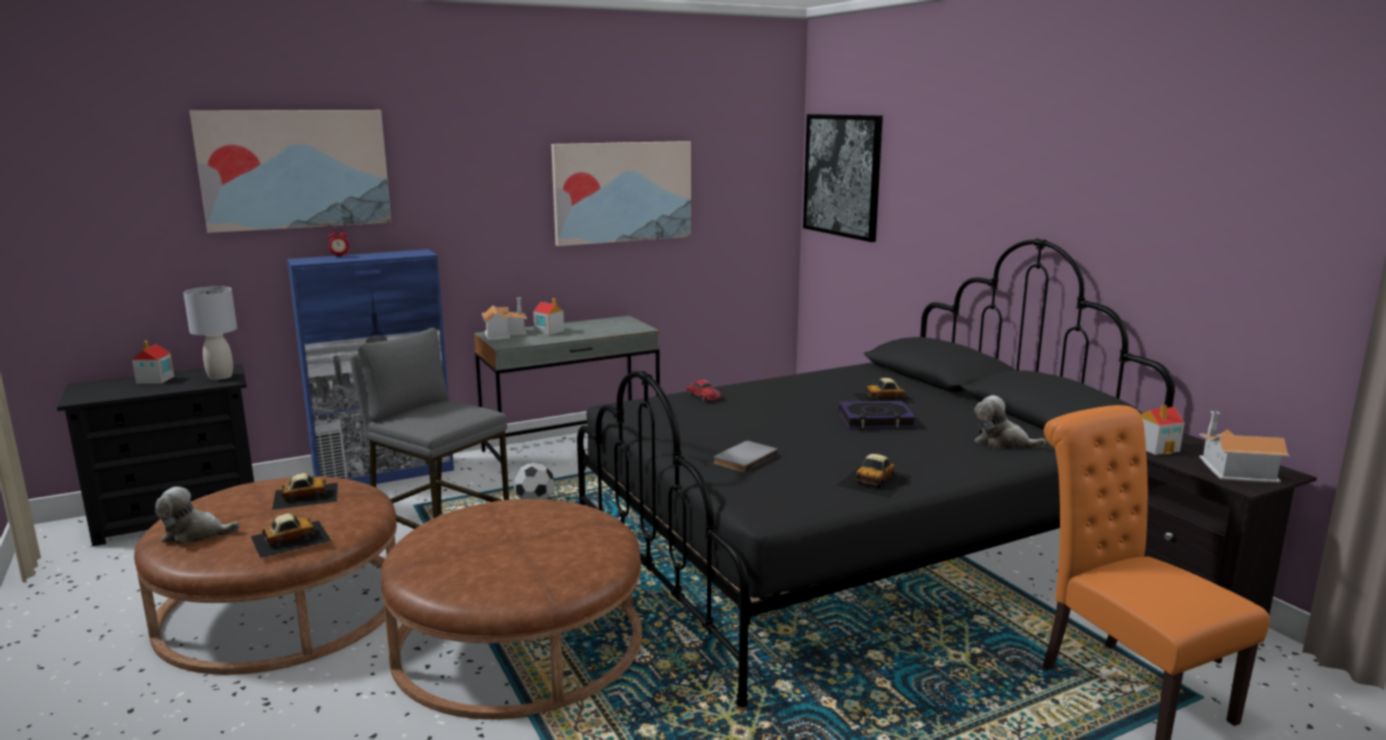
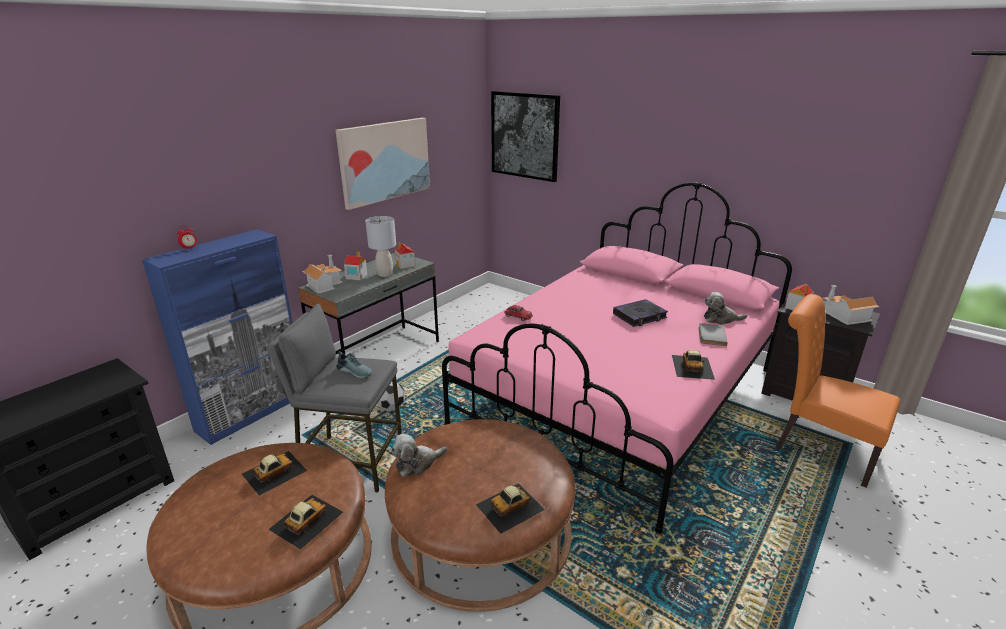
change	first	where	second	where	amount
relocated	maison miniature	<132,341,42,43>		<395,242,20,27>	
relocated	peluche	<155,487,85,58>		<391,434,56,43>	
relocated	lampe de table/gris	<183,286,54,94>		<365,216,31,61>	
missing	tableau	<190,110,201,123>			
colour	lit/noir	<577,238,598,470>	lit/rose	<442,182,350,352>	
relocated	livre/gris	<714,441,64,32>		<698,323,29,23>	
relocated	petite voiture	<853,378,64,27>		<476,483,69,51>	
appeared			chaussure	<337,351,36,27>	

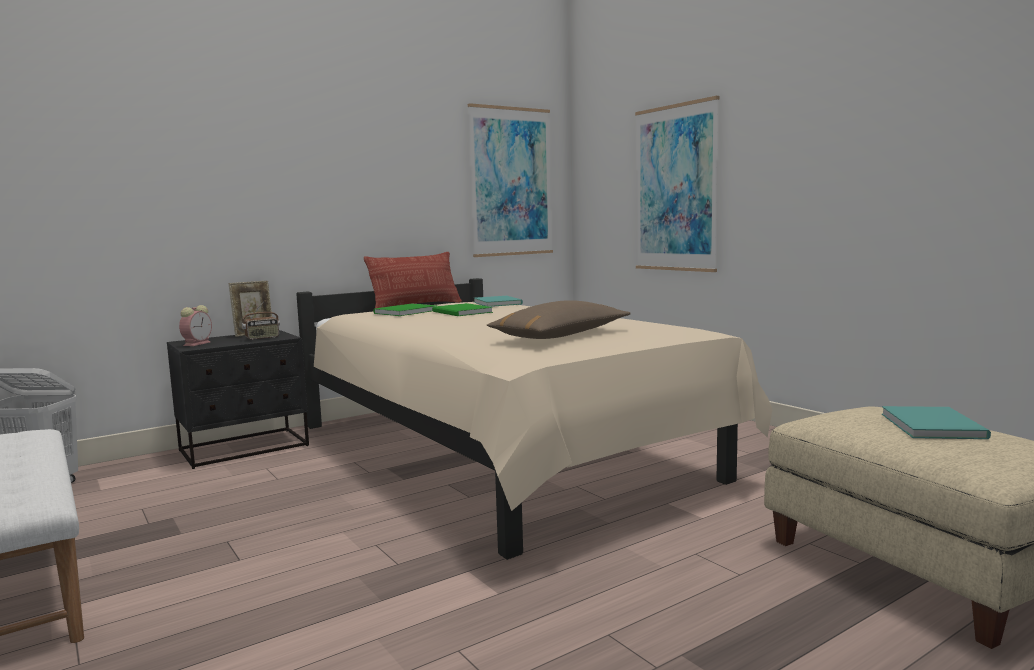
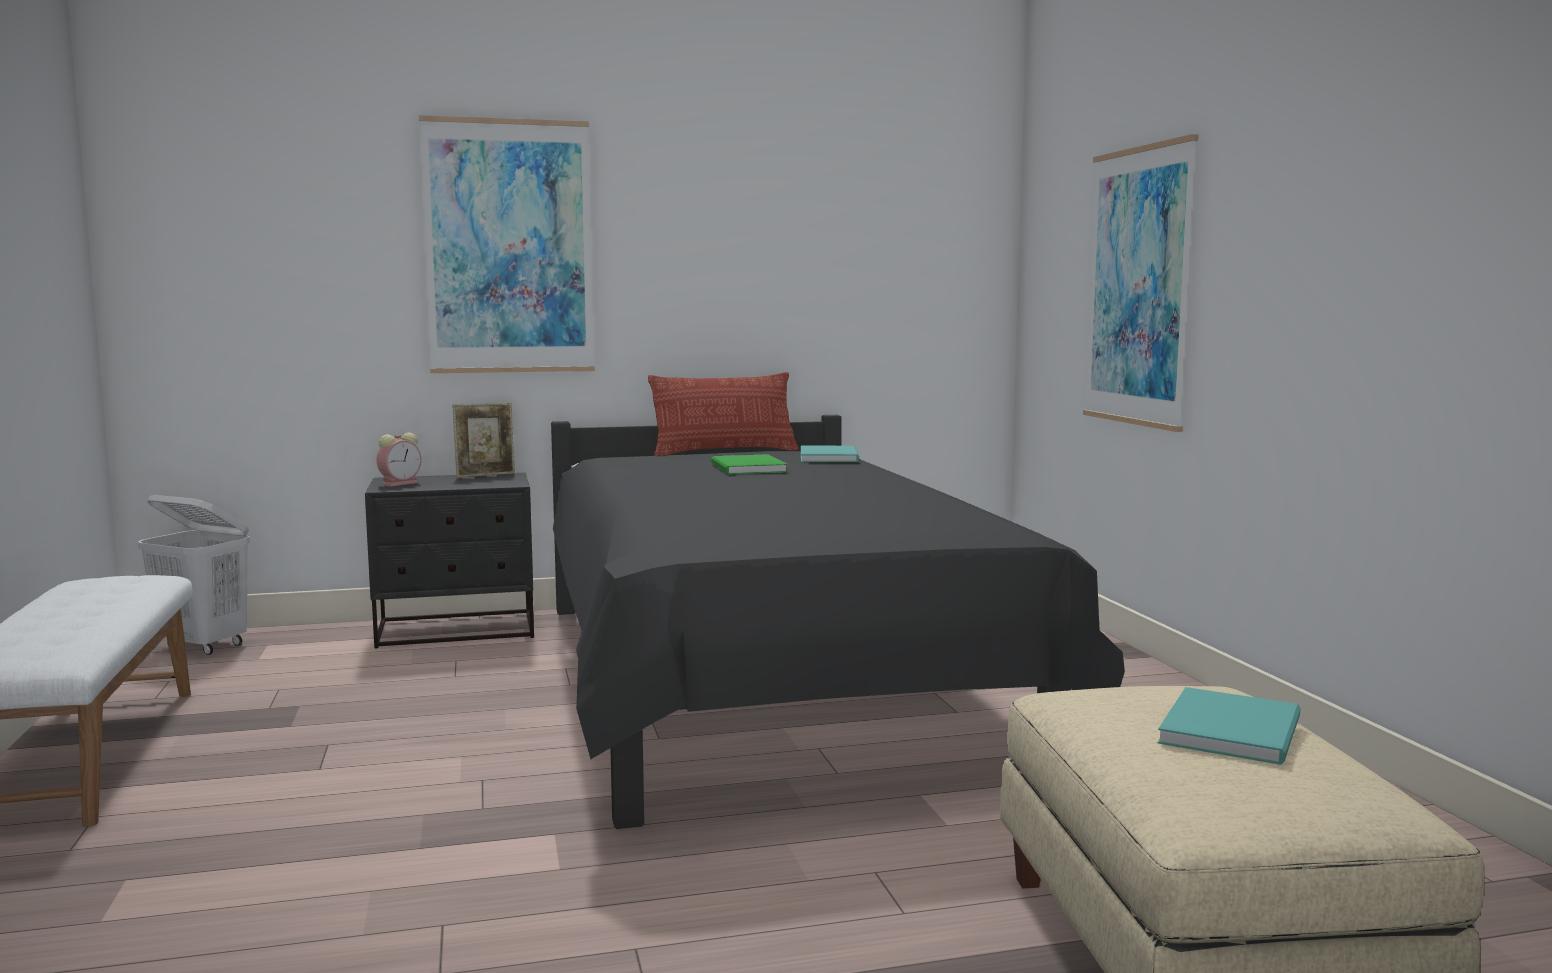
change	first	where	second	where	amount
missing	radio	<242,301,38,39>			
colour	lit/beige	<296,278,477,282>	lit/noir	<551,415,574,414>	
missing	livre/vert	<373,304,64,12>			
relocated	tableau	<468,103,85,154>		<419,115,176,258>	
missing	coussin/marron	<487,300,143,39>			

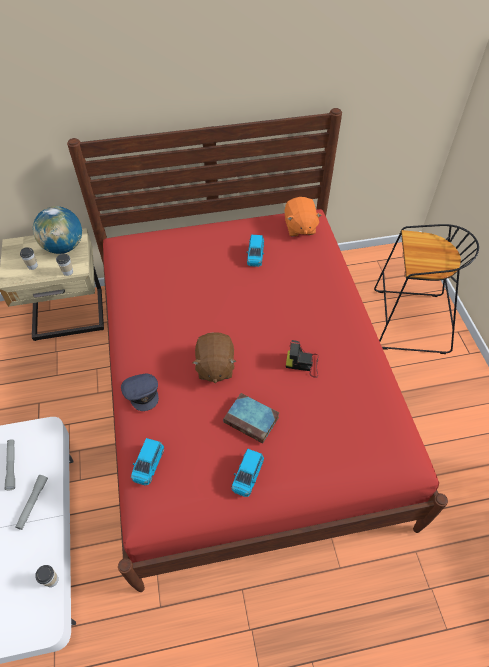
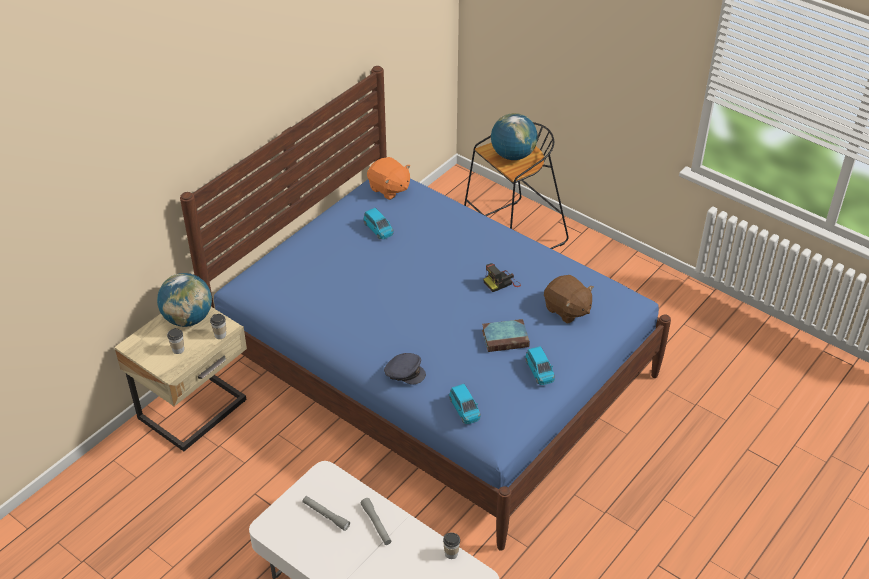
change	first	where	second	where	amount
colour	lit/rouge	<67,108,381,484>	lit/bleu	<180,66,491,485>	
relocated	peluche/marron	<192,332,44,51>		<544,275,50,49>	
appeared			globe	<491,113,47,47>	

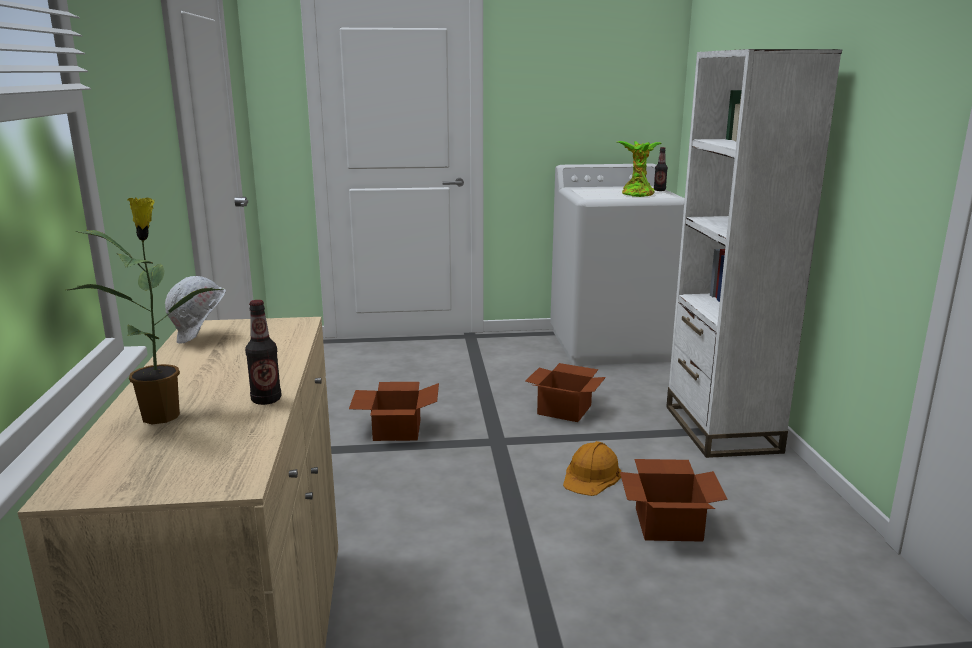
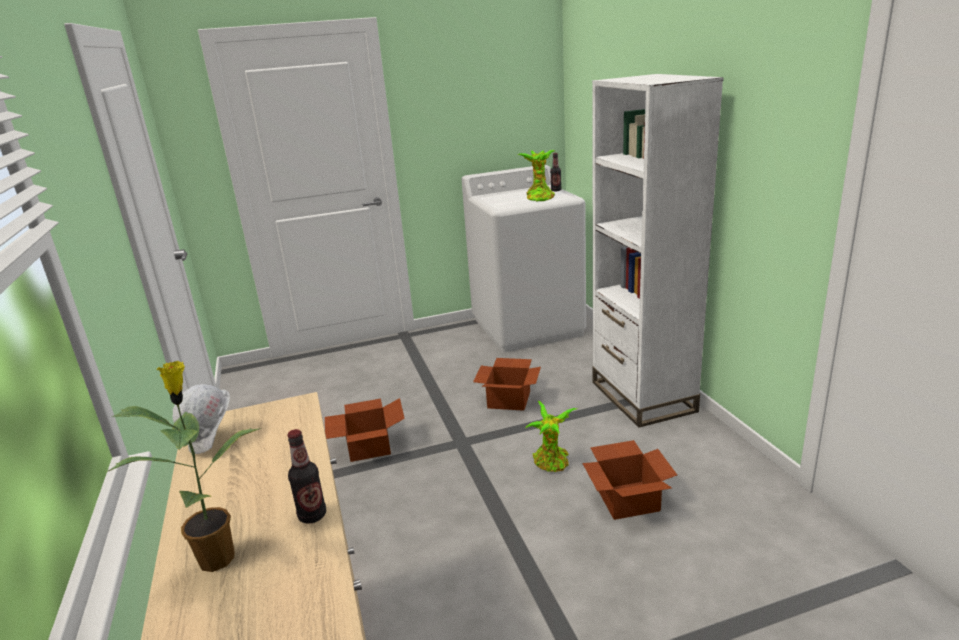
change	first	where	second	where	amount
exchanged	casque de chantier/orange	<563,441,58,55>	plante en pot	<525,401,52,71>	

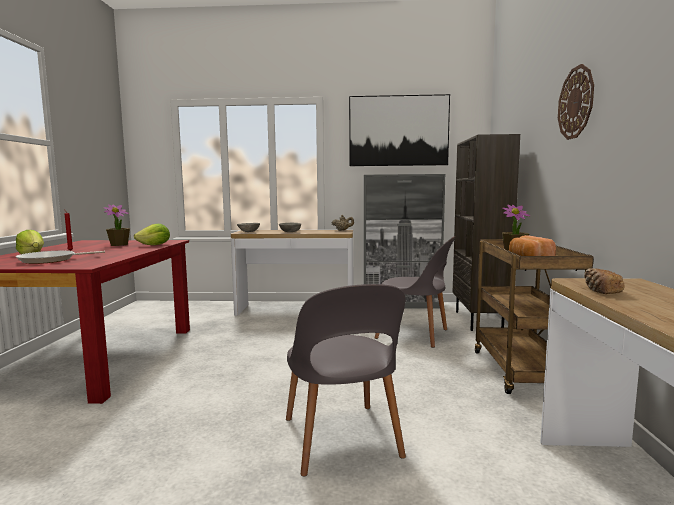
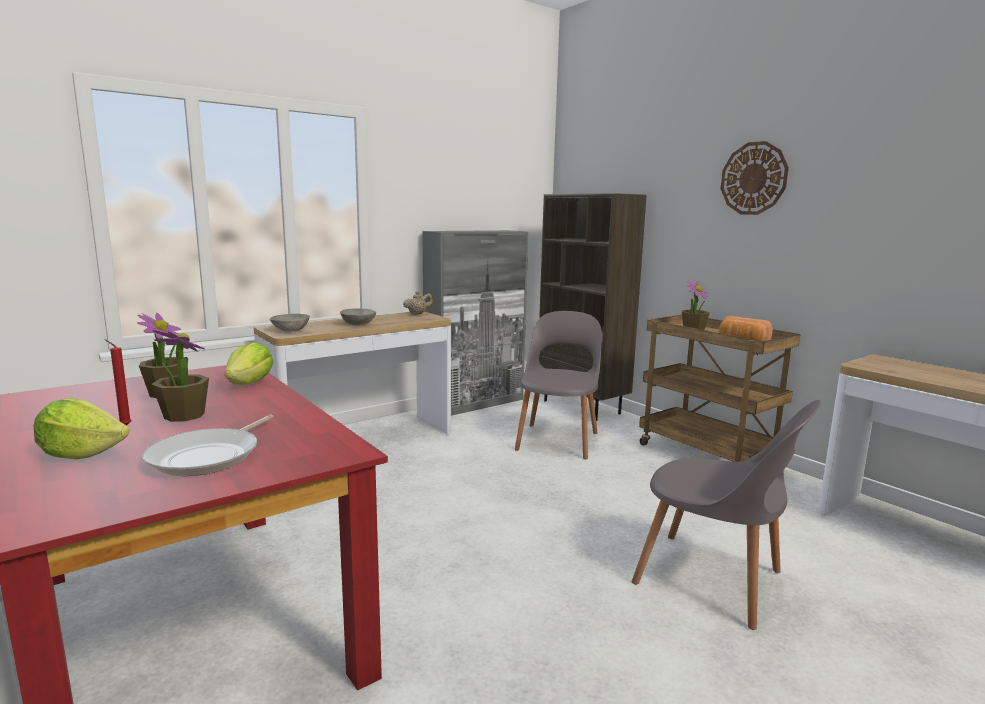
change	first	where	second	where	amount
missing	tableau	<349,94,101,72>			
spun	chaise/gris	<375,236,81,112>		<515,311,87,148>	60 degrees counterclockwise
missing	pain	<584,268,41,26>			
appeared			plante en pot	<152,330,57,92>	

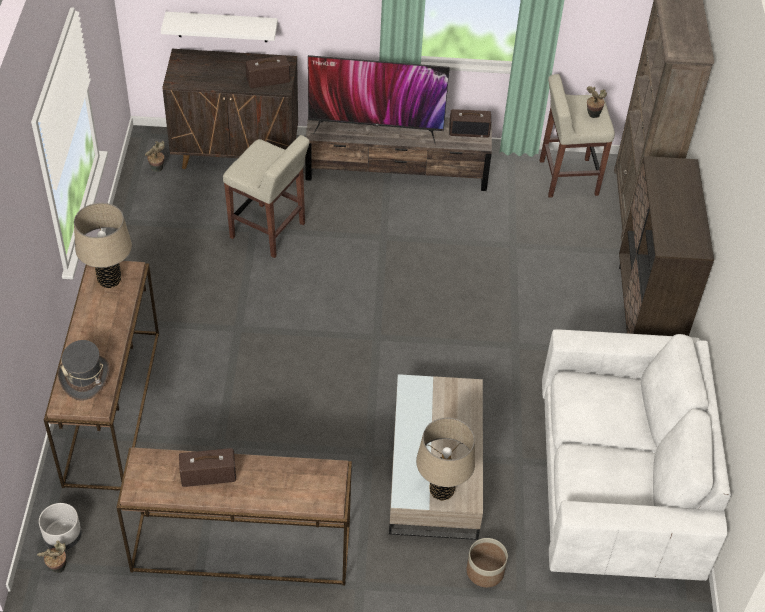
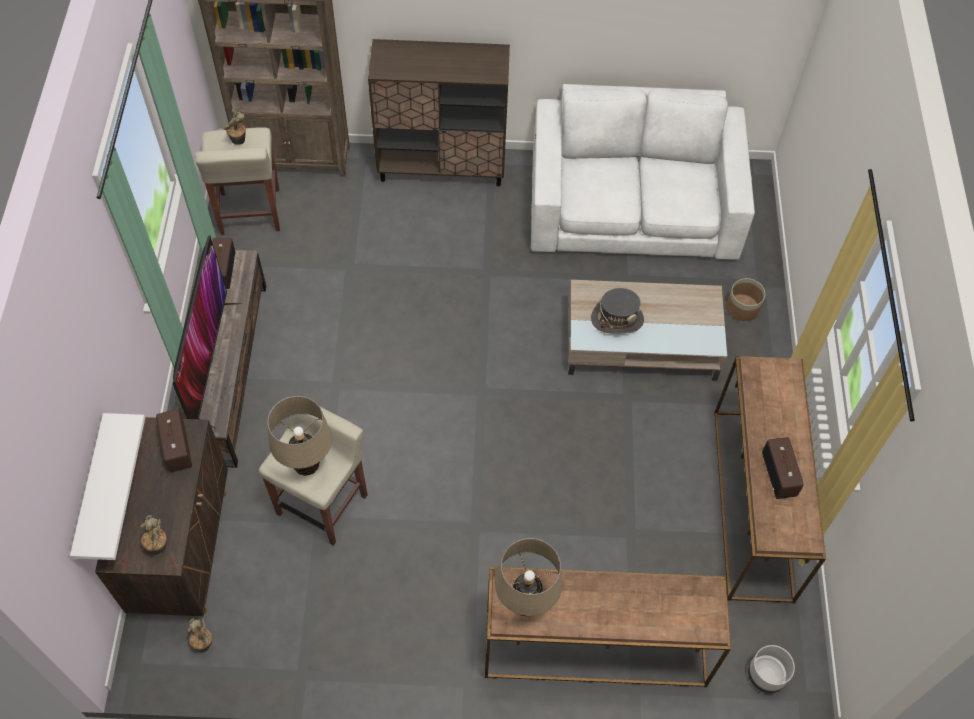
change	first	where	second	where	amount
relocated	plante en pot	<37,540,29,33>		<141,515,26,40>	
relocated	chapeau/gris	<58,340,51,61>		<591,288,53,46>	
relocated	lampe de table/beige	<416,418,59,83>		<267,396,65,80>	

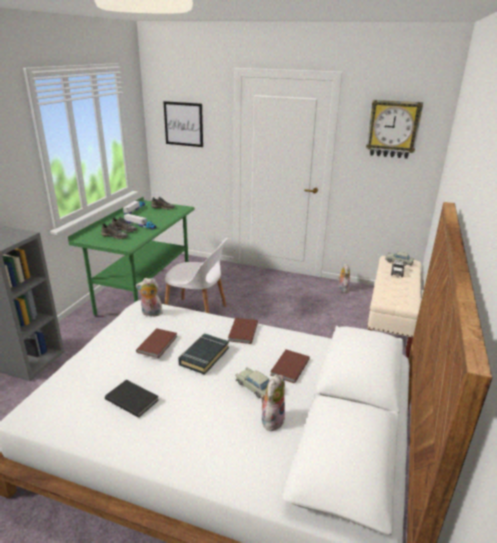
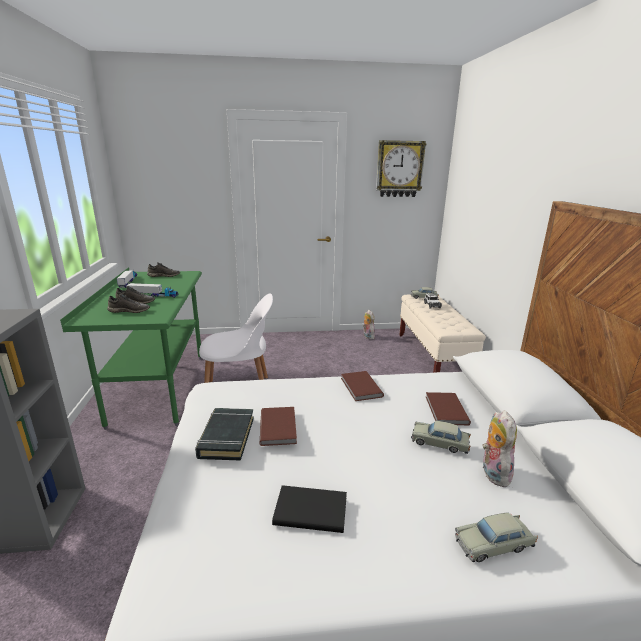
change	first	where	second	where	amount
missing	peluche	<136,278,27,39>			
missing	tableau	<163,101,40,46>			
relocated	livre/noir	<178,333,51,42>		<195,408,59,53>	
appeared			petite voiture/beige	<455,512,83,50>	

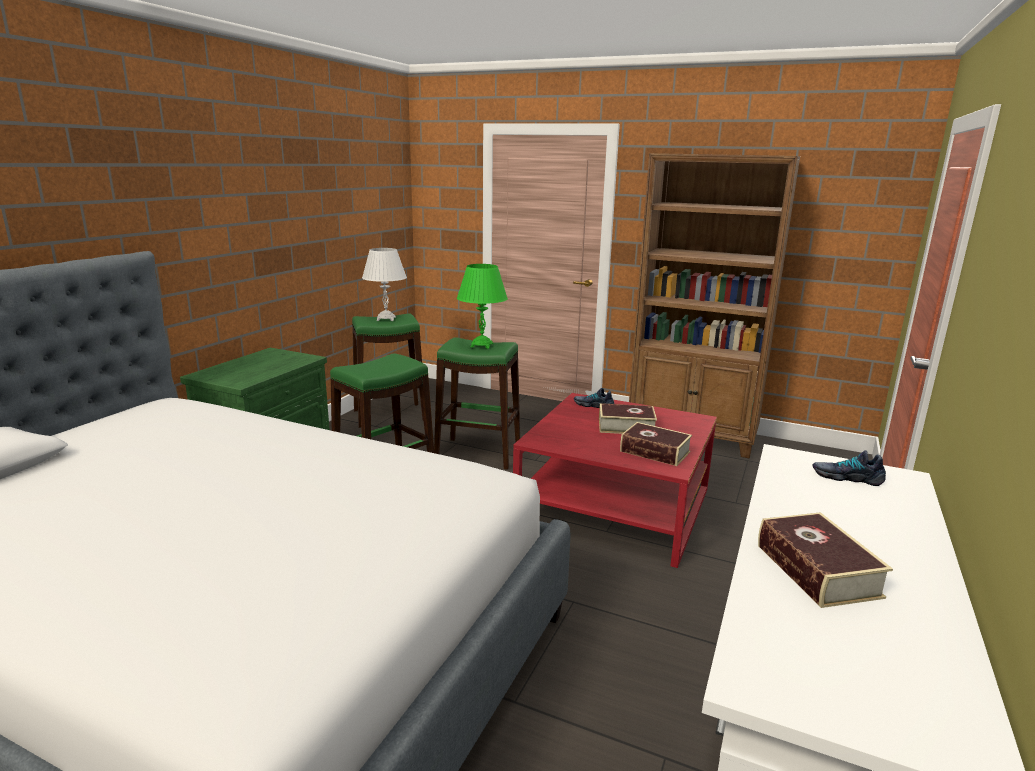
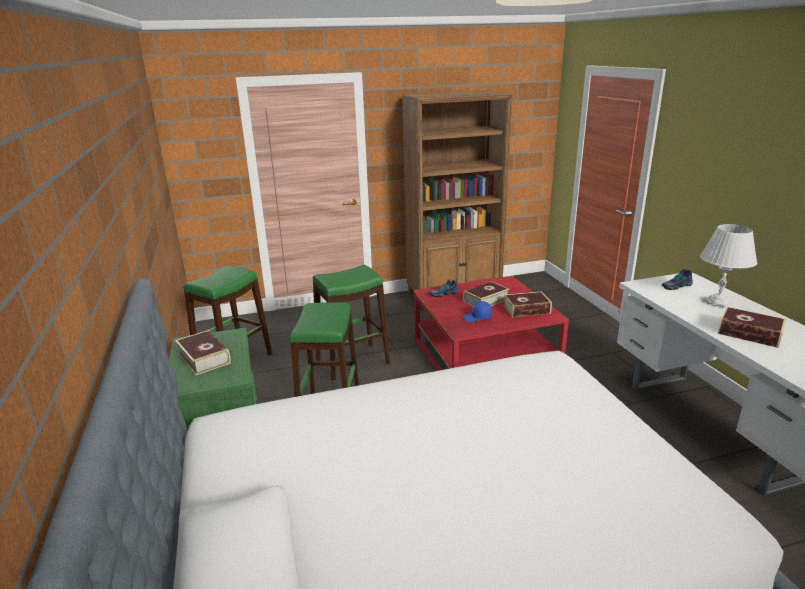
change	first	where	second	where	amount
relocated	lampe de table/blanc	<362,248,45,73>		<700,224,57,85>	
missing	lampe de table/vert	<457,264,51,85>			
appeared			livre	<175,330,56,46>	
appeared			casquette/bleu	<462,301,30,21>	

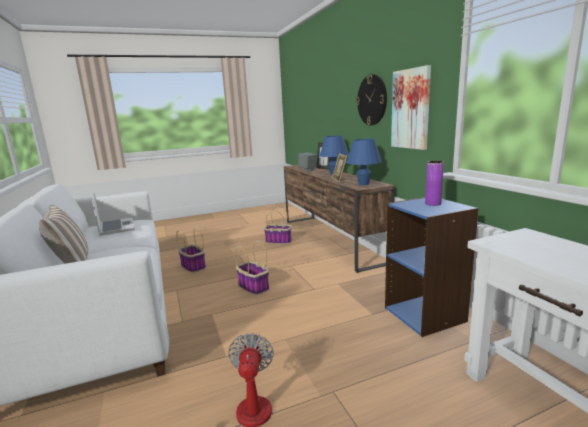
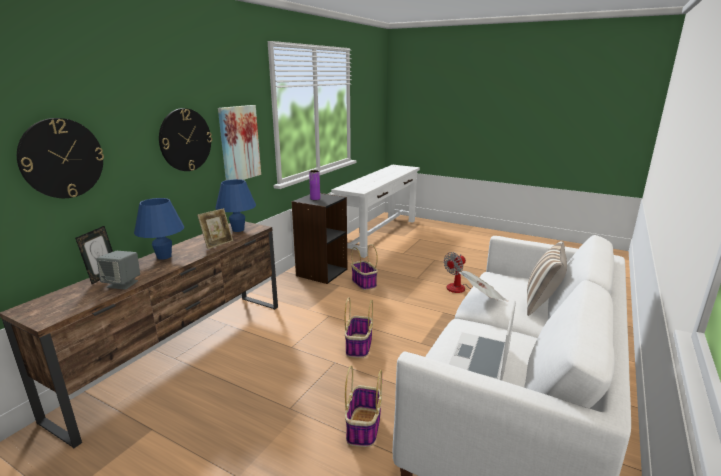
change	first	where	second	where	amount
relocated	panier	<264,206,28,38>		<351,244,27,46>	
colour	bibliothèque/bleu	<385,197,94,140>	bibliothèque/noir	<292,193,55,91>	
appeared			horloge murale	<17,118,87,80>	
appeared			journal	<459,271,49,30>	

